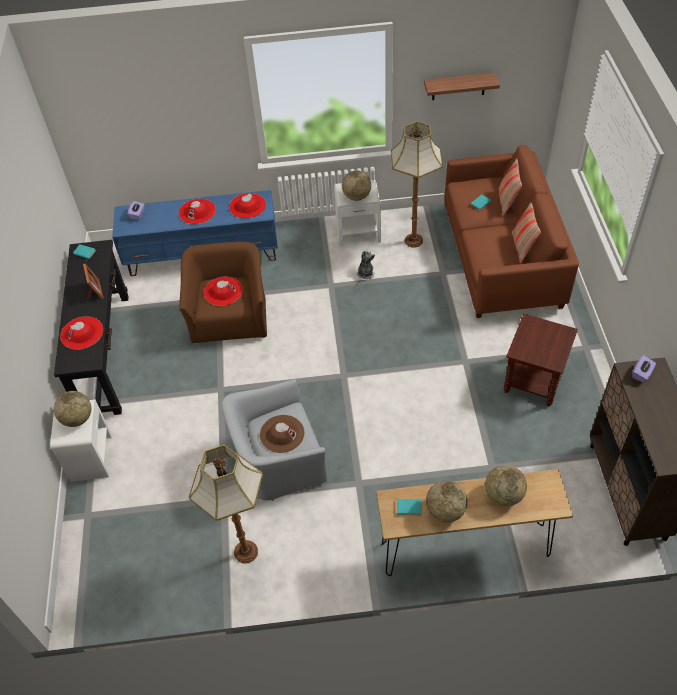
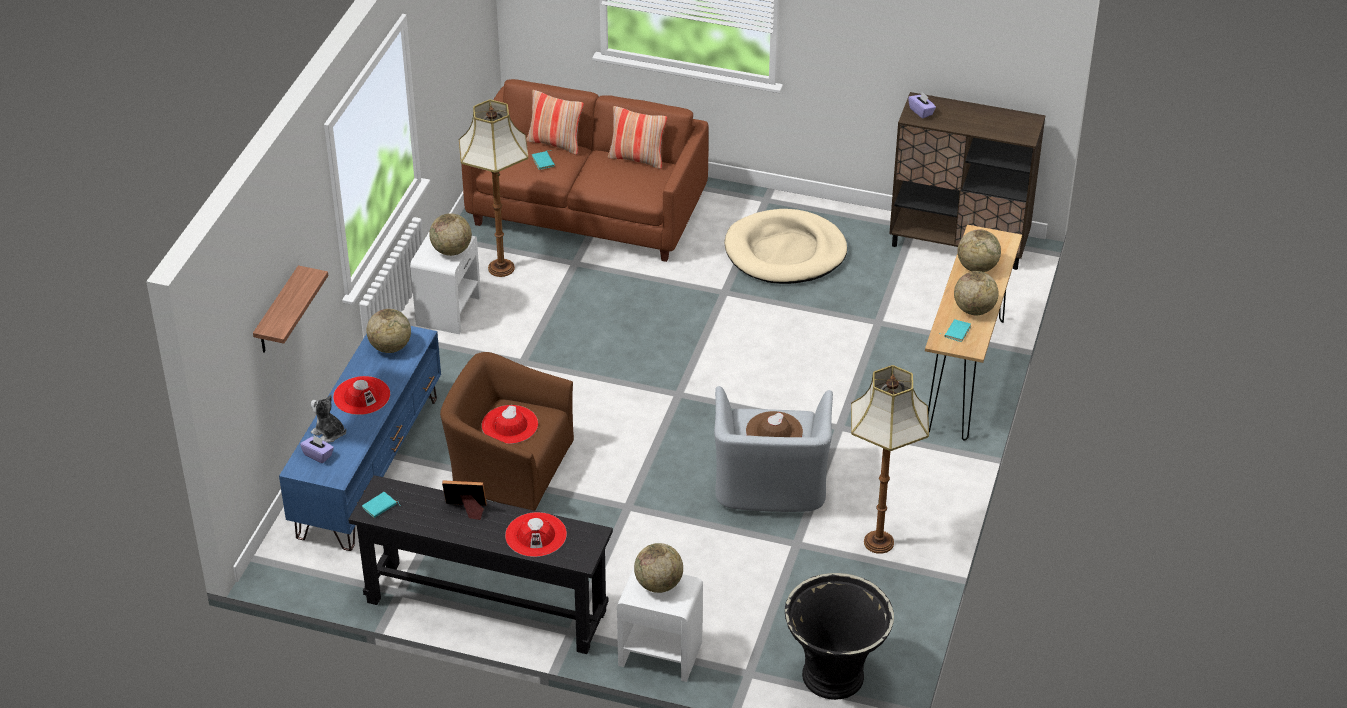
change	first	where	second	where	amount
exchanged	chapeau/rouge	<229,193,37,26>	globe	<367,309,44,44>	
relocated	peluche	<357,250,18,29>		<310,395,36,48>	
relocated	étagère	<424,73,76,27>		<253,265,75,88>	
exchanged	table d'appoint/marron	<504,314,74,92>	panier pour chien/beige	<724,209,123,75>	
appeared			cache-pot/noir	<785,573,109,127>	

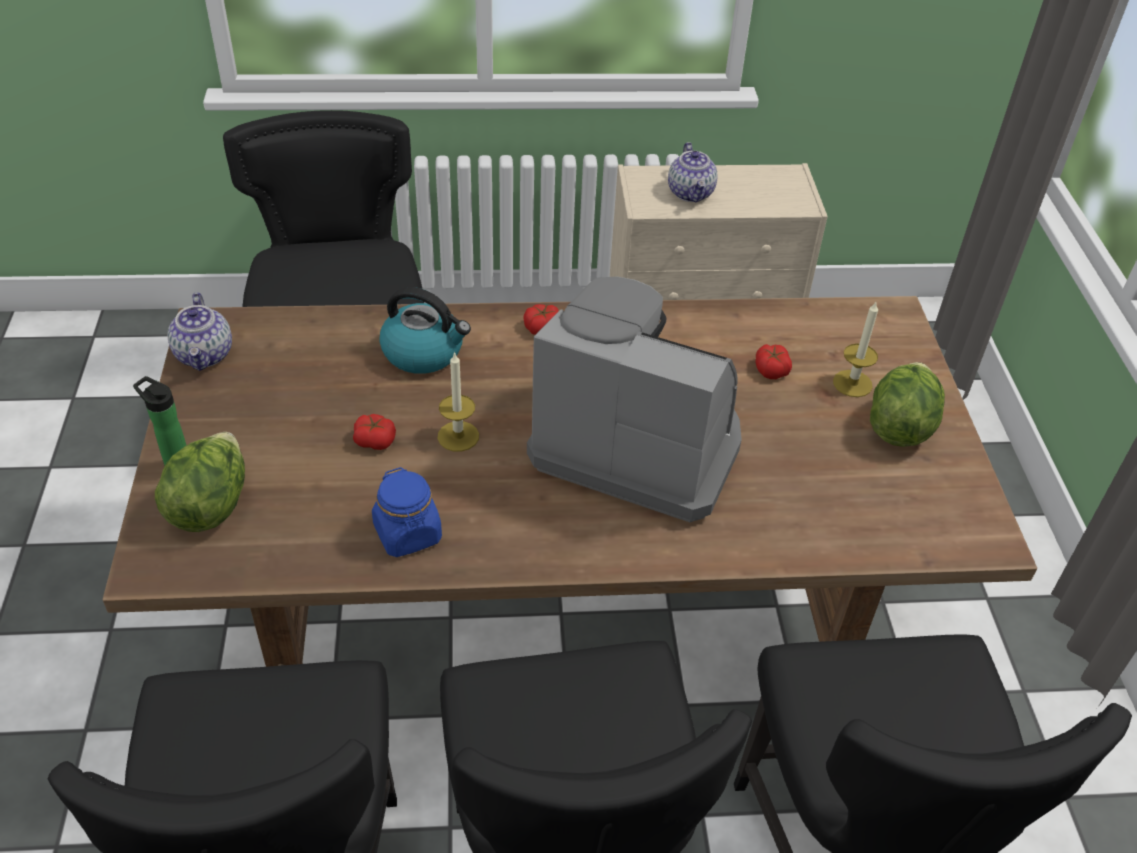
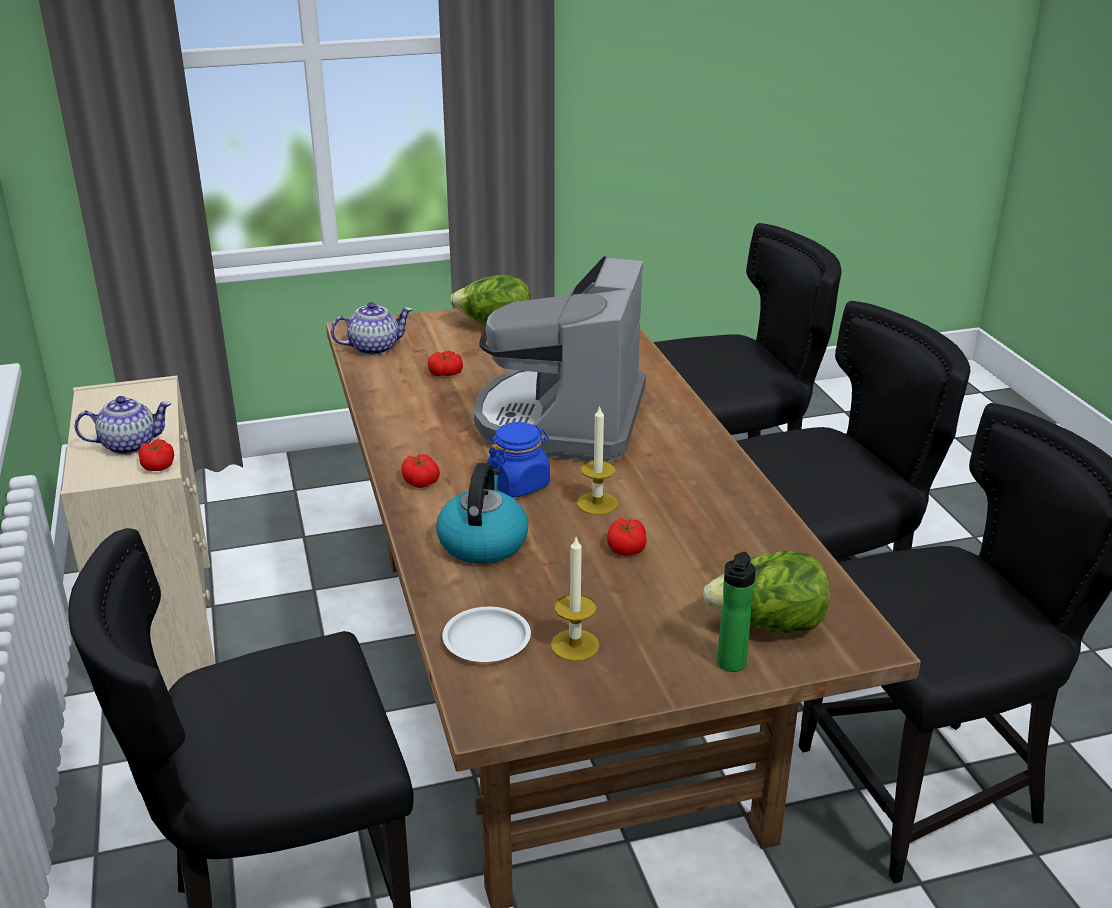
change	first	where	second	where	amount
relocated	théière	<168,293,64,78>		<331,302,82,53>	
relocated	bocal/bleu	<372,467,70,90>		<487,422,63,75>	
relocated	bougie	<833,302,45,95>		<551,535,49,126>	
appeared			tomate	<139,439,35,32>	
appeared			assiette/blanc	<442,607,89,55>	

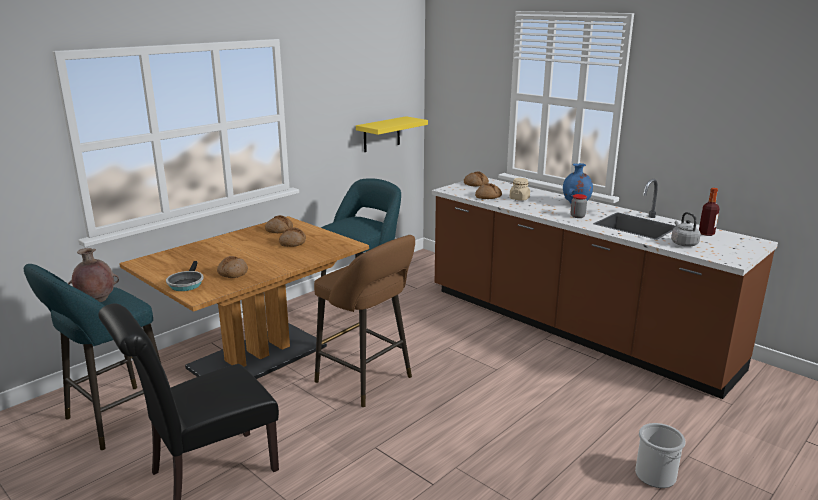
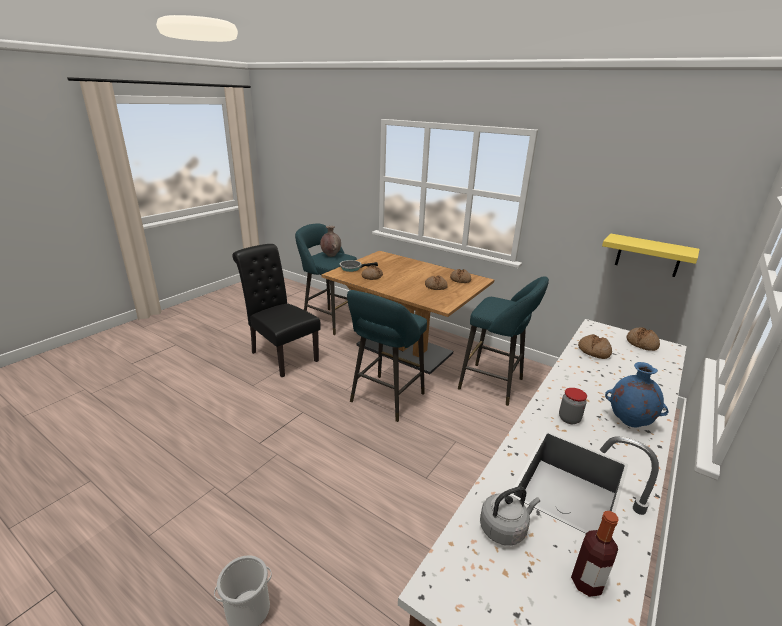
change	first	where	second	where	amount
colour	tabouret/marron	<314,235,101,172>	tabouret/turquoise	<347,290,80,132>	
missing	bocal/beige	<509,178,21,23>			

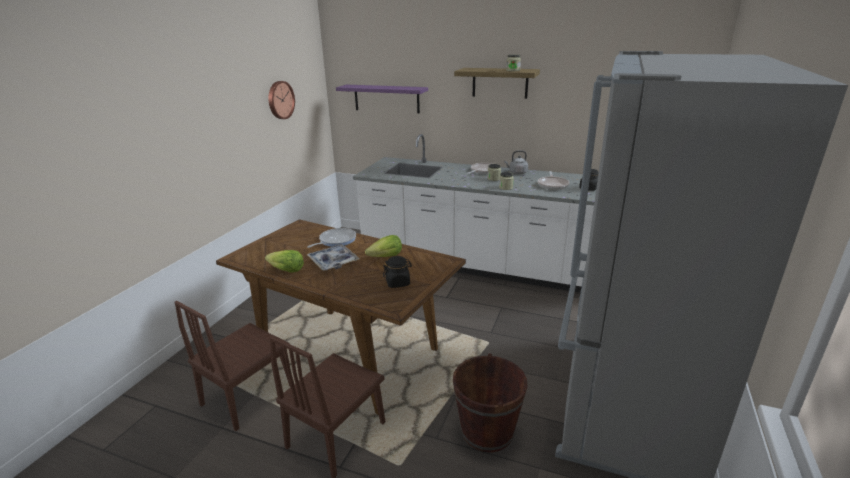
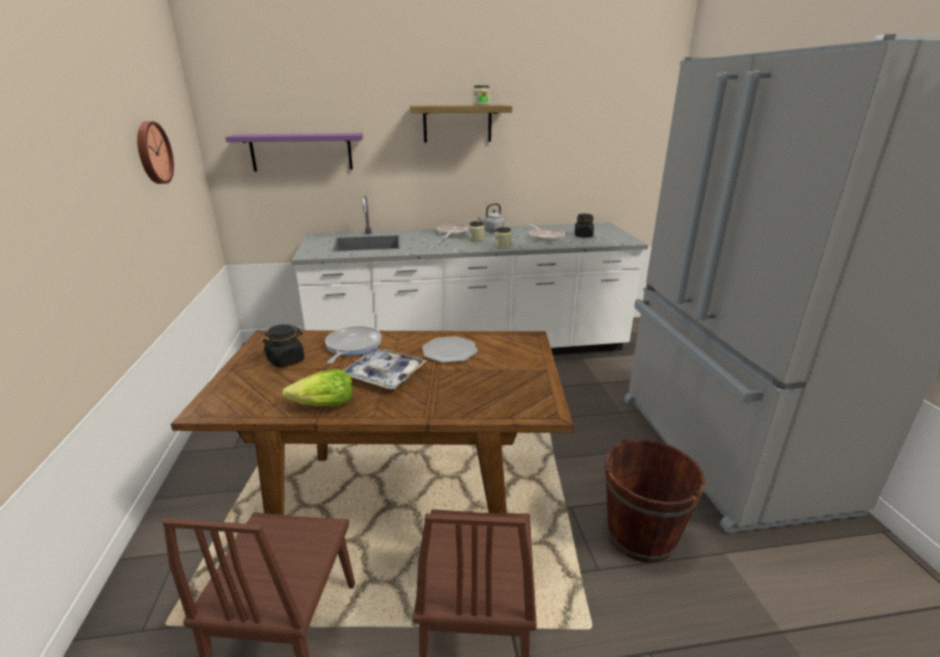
change	first	where	second	where	amount
exchanged	laitue	<365,235,37,22>	assiette	<422,336,56,27>	
relocated	bocal/noir	<383,256,29,32>		<263,324,42,44>	

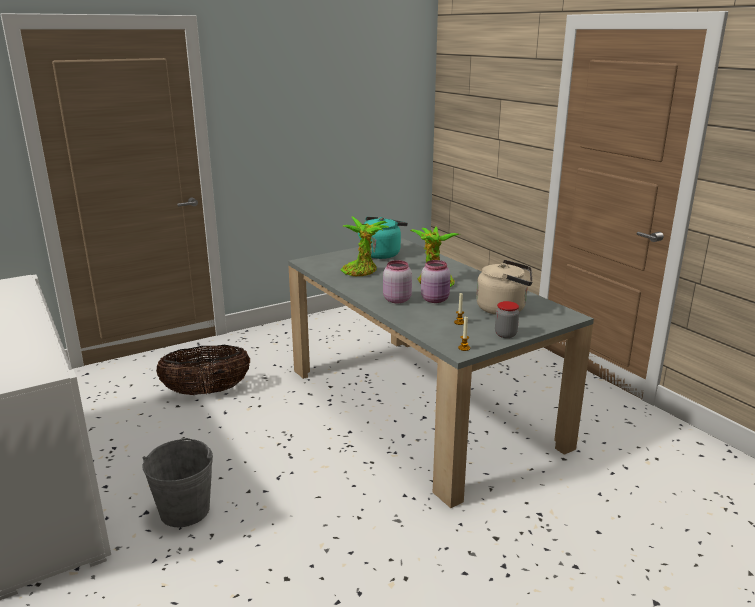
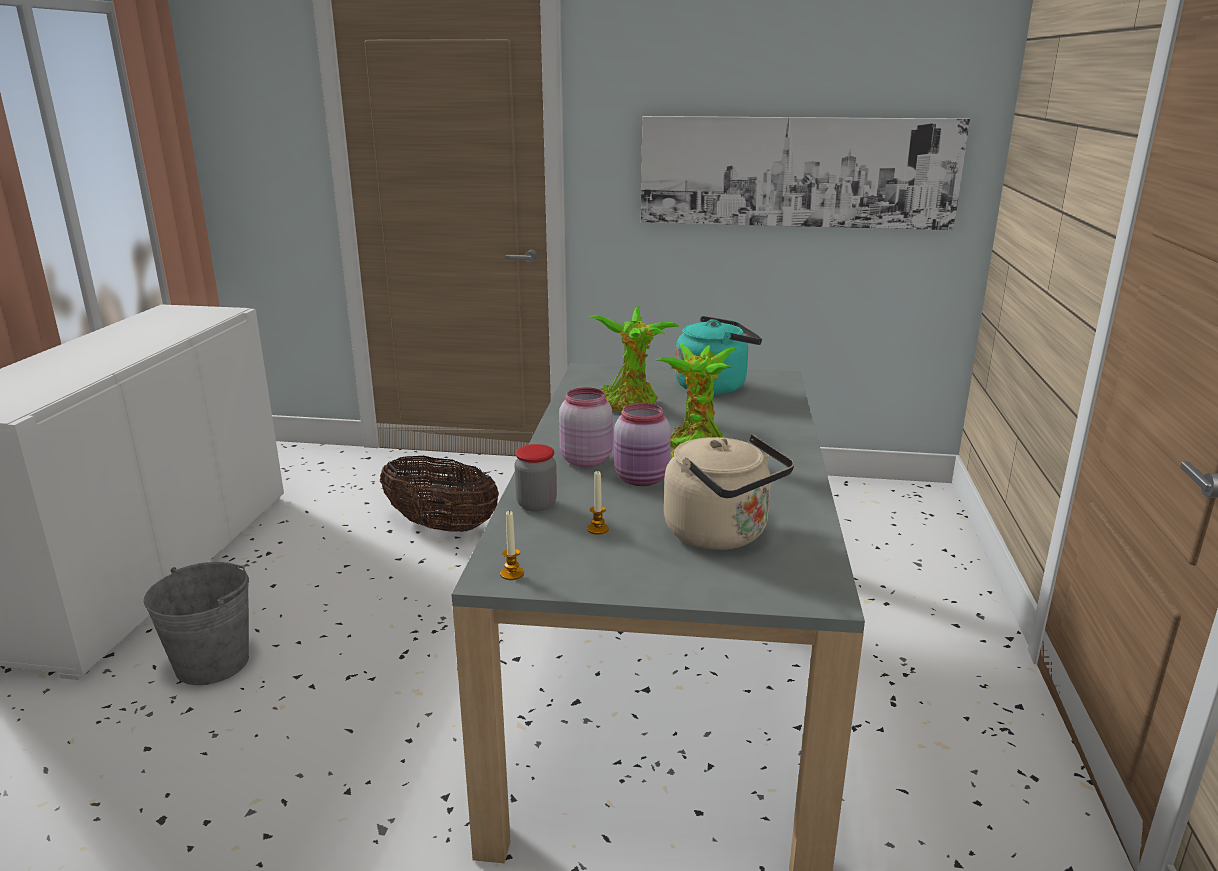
change	first	where	second	where	amount
relocated	bocal	<495,301,24,37>		<514,444,43,68>	
appeared			tableau	<641,116,329,114>	

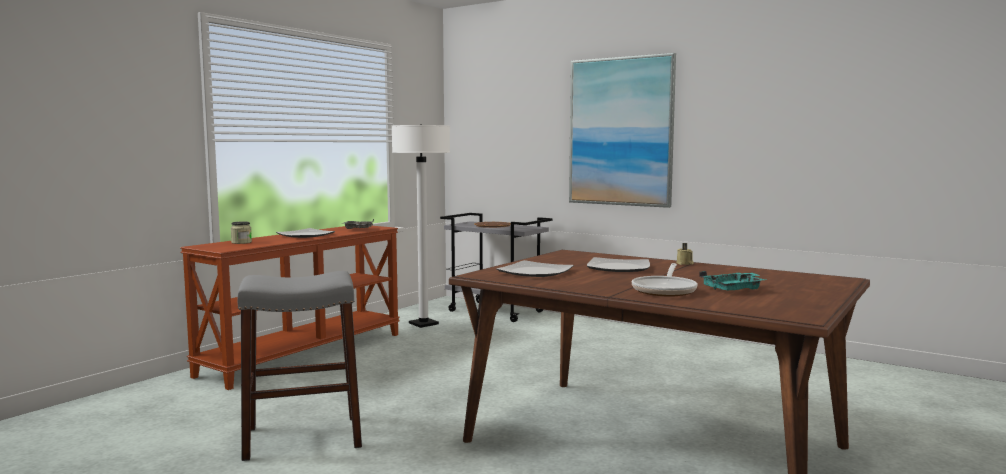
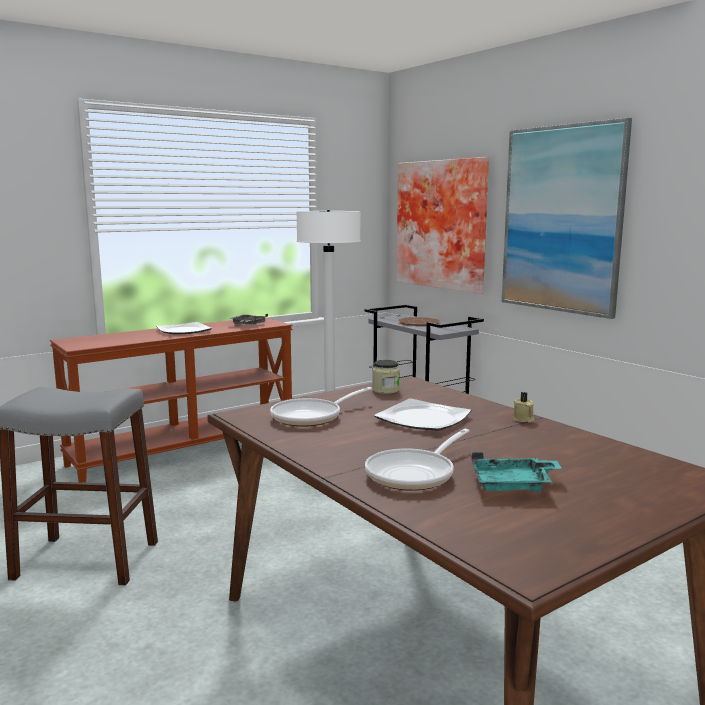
change	first	where	second	where	amount
relocated	bocal	<231,221,21,23>		<372,360,28,34>	
exchanged	assiette	<496,260,78,17>	poêle	<270,387,102,39>	
appeared			tableau	<396,157,93,137>	

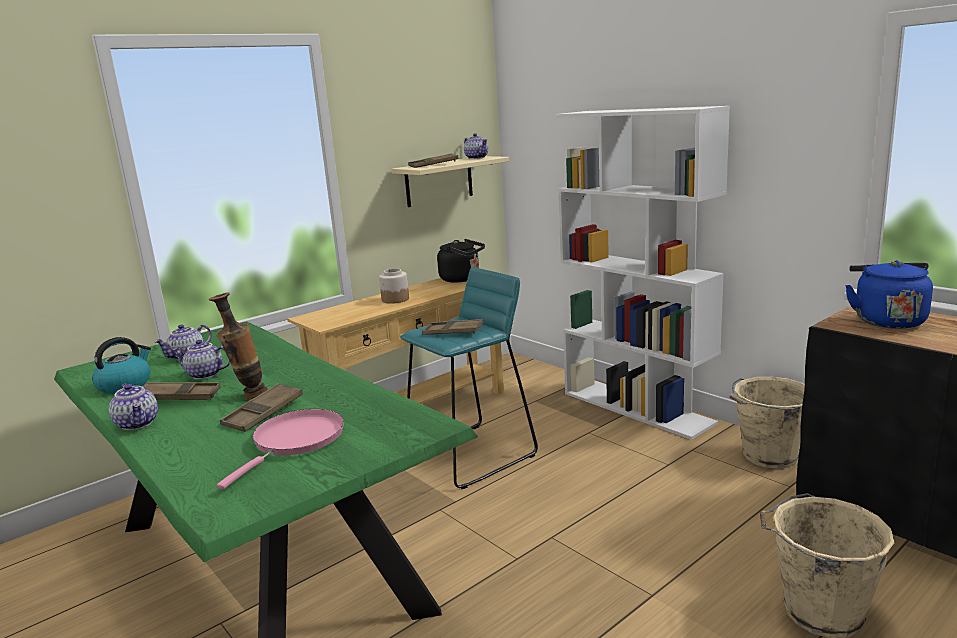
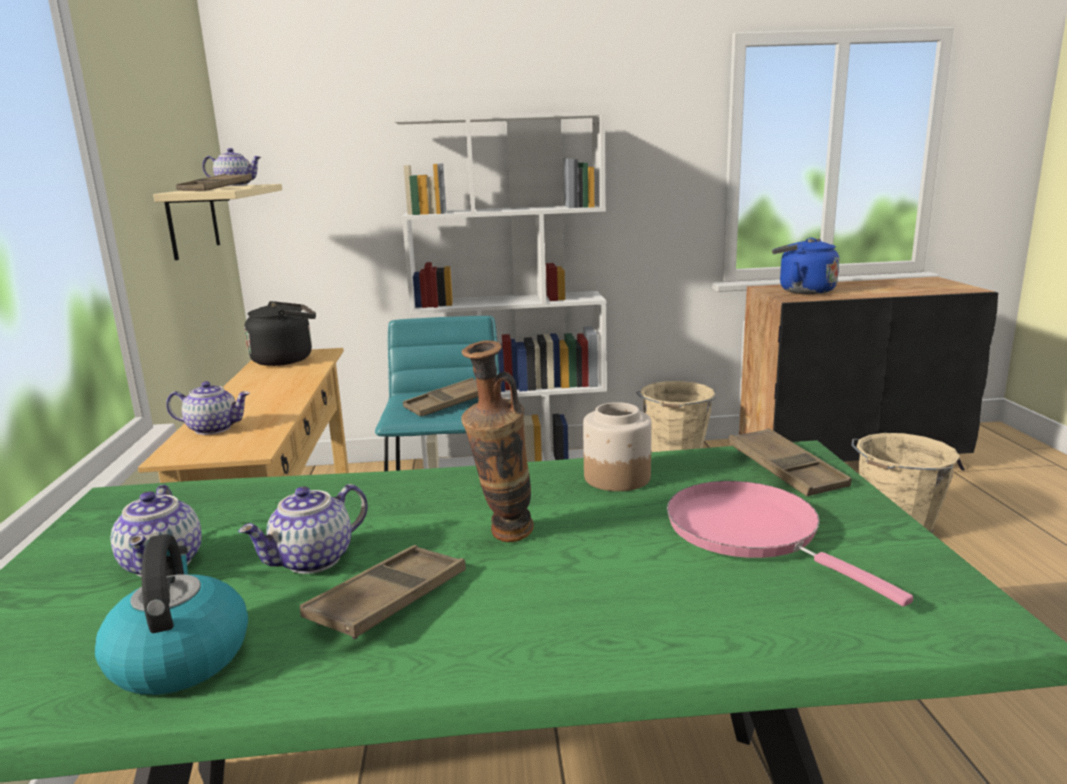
change	first	where	second	where	amount
relocated	théière	<109,384,49,46>		<166,381,84,54>	
relocated	plateau/marron	<220,383,83,49>		<729,428,123,68>	
relocated	bocal	<379,268,30,36>		<583,402,69,89>	

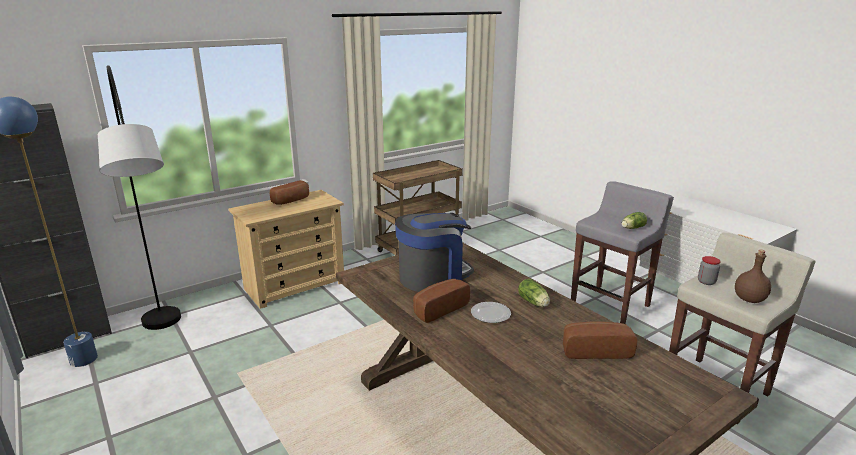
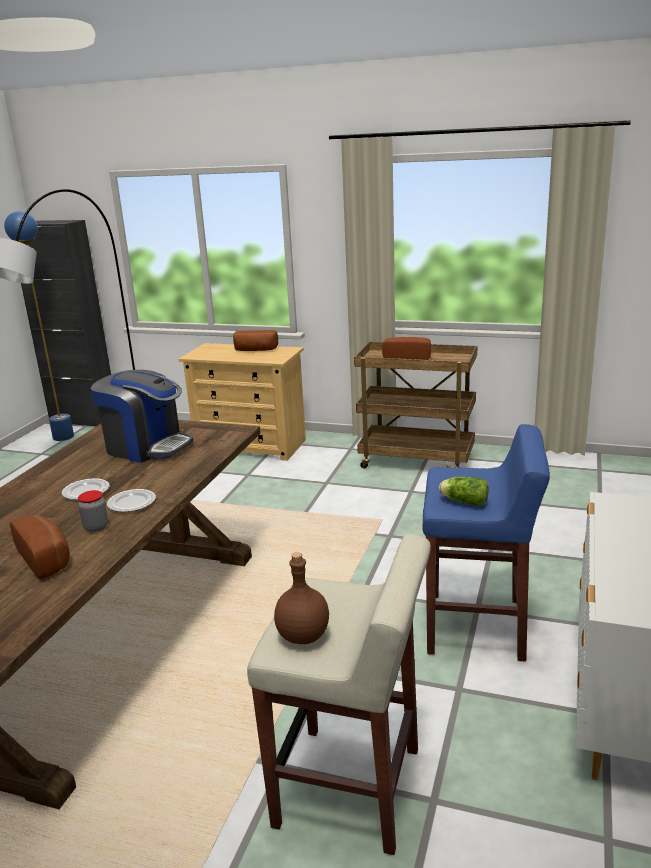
change	first	where	second	where	amount
relocated	pain	<413,279,57,44>		<382,337,49,23>	
exchanged	laitue	<518,279,32,28>	assiette	<107,489,49,23>	
colour	tabouret/gris	<571,181,103,143>	tabouret/bleu	<423,424,127,238>	
relocated	bocal	<698,256,23,29>		<78,490,30,42>	

